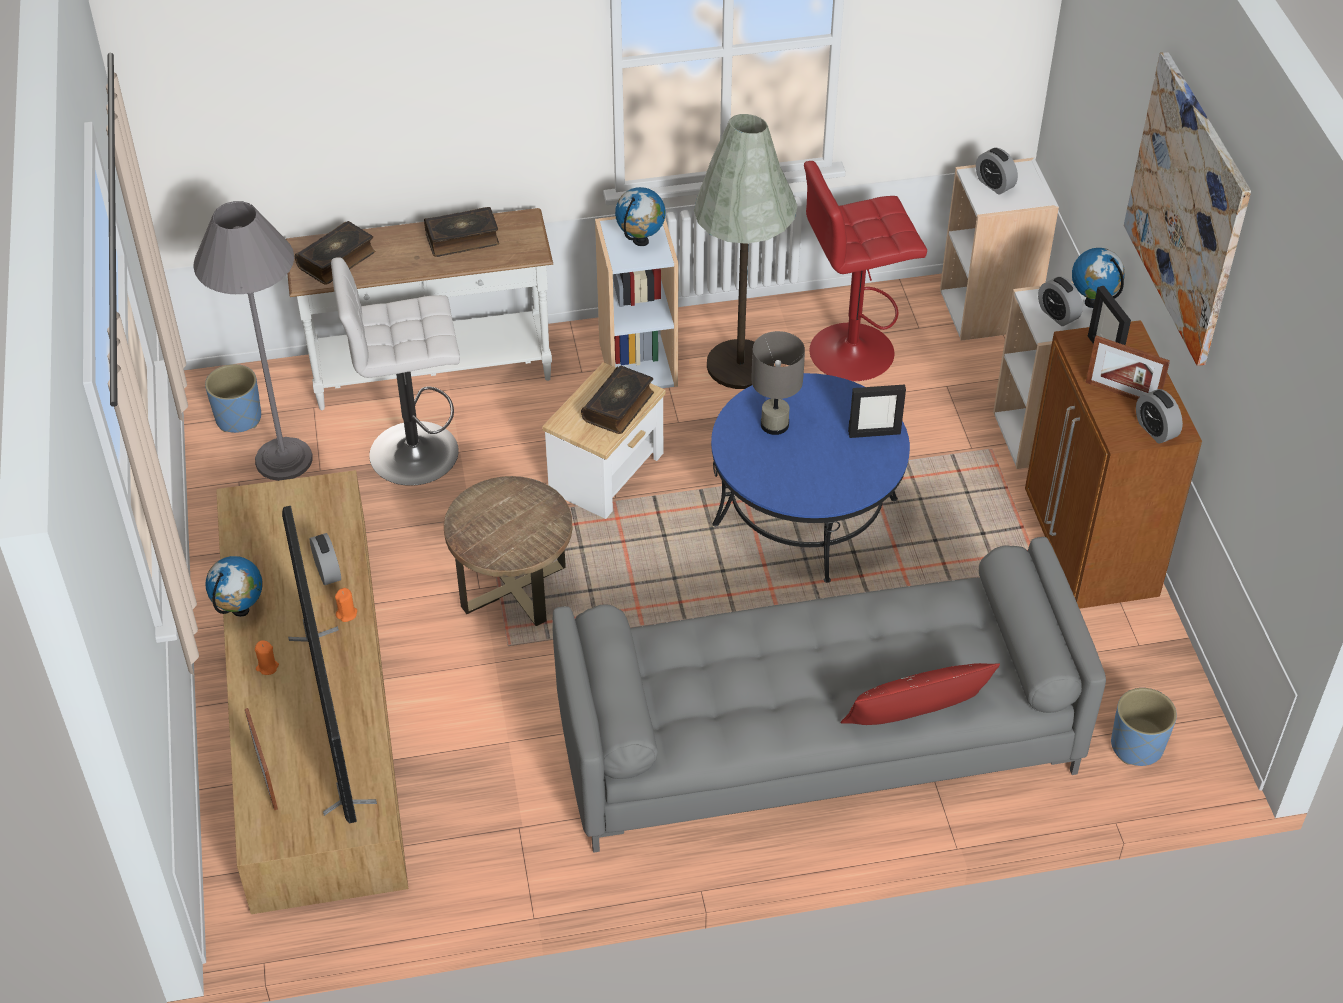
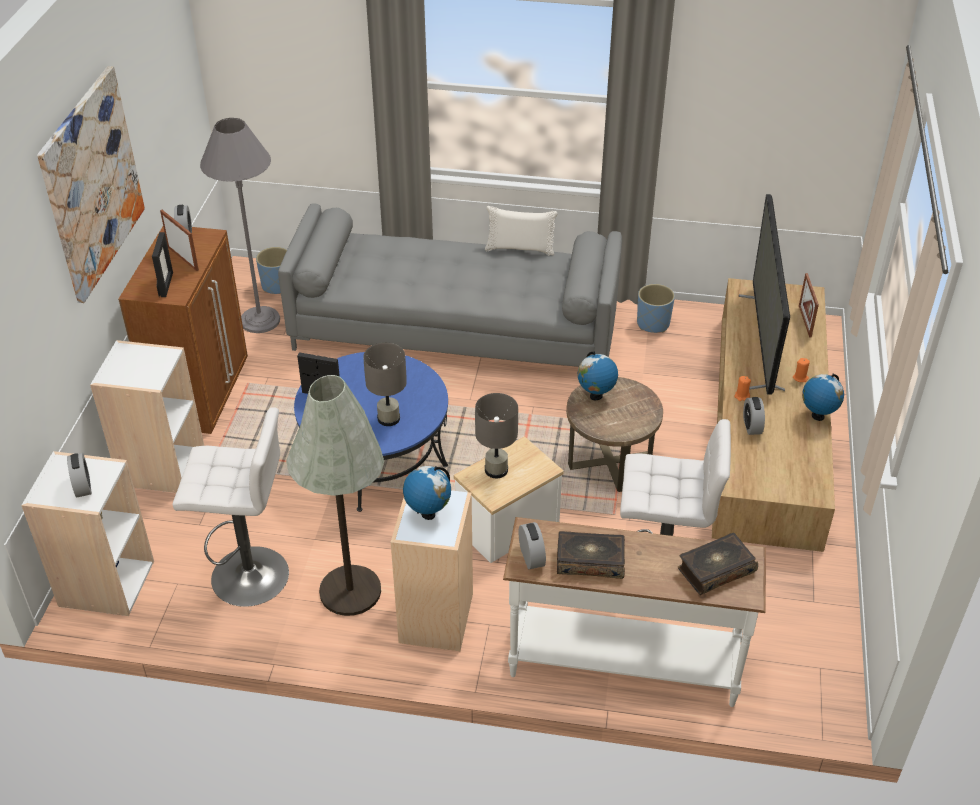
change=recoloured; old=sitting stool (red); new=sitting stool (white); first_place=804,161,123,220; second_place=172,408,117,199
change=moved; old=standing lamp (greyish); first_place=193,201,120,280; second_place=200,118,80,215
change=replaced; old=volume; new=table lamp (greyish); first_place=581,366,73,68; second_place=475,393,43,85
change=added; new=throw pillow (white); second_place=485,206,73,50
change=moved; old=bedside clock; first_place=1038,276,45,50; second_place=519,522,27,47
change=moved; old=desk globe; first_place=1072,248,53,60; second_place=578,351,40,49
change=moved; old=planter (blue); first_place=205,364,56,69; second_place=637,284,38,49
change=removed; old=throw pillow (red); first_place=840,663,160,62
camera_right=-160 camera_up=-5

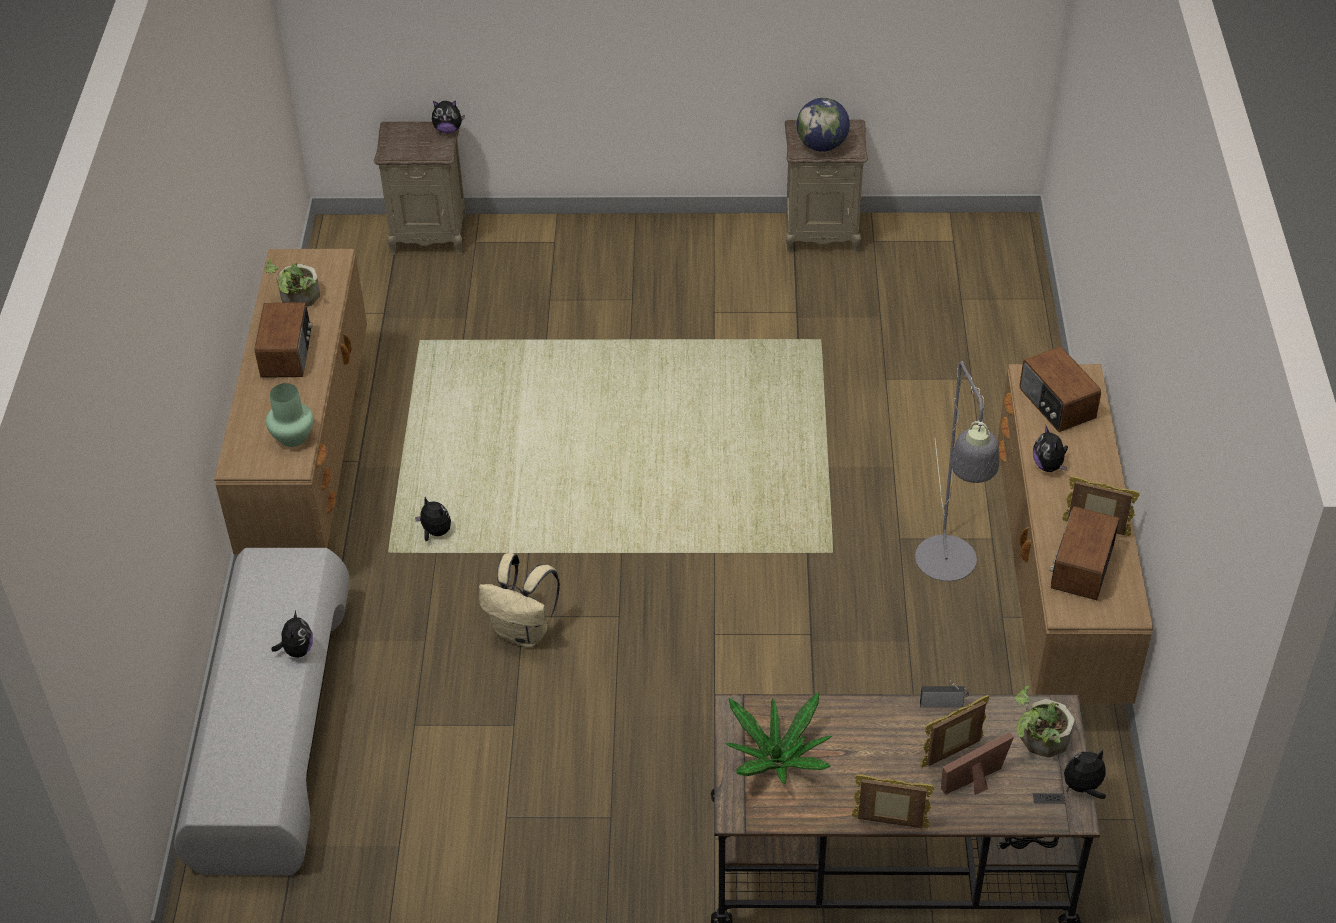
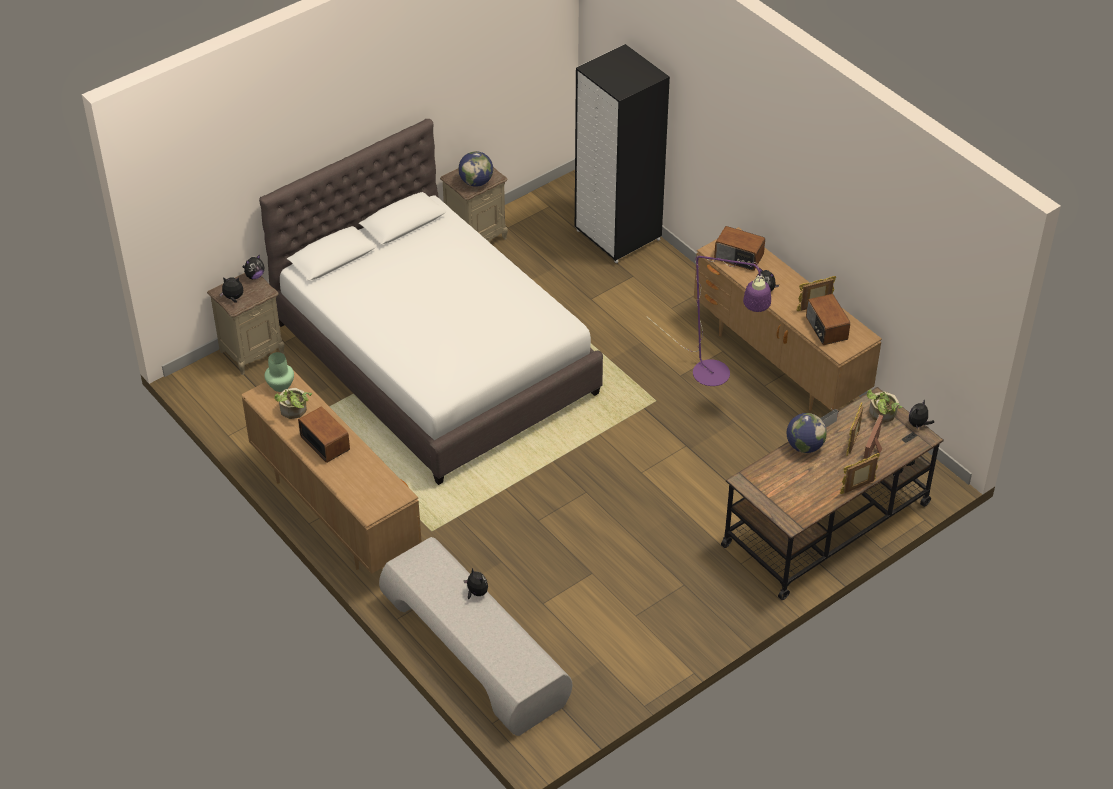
change=moved; old=plush toy; first_place=415,497,36,44; second_place=220,277,23,26
change=added; new=sleeping bed (white); second_place=259,119,344,366
change=moved; old=vase (greenish); first_place=266,383,47,64; second_place=265,352,29,40
change=added; new=clothes cupboard; second_place=575,44,95,219
change=recoloured; old=standing lamp (greyish); new=standing lamp (purple); first_place=915,361,84,220; second_place=646,256,125,130
change=added; new=desk globe; second_place=787,413,40,40
change=removed; old=knapsack (sand-coloured); first_place=479,553,81,94
change=removed; old=plant in a pot; first_place=726,692,105,92
camera_right=-40 camera_up=0

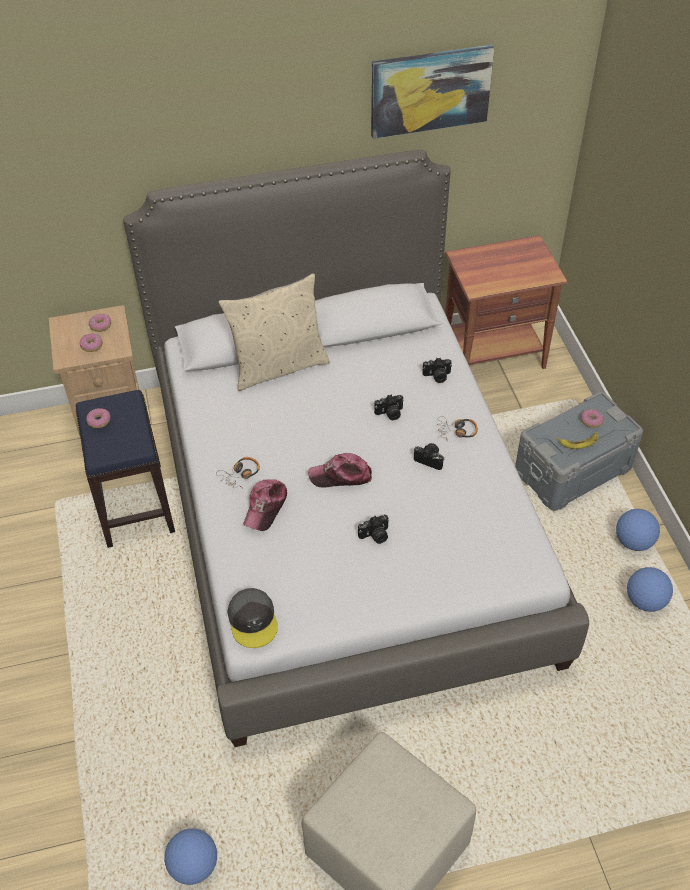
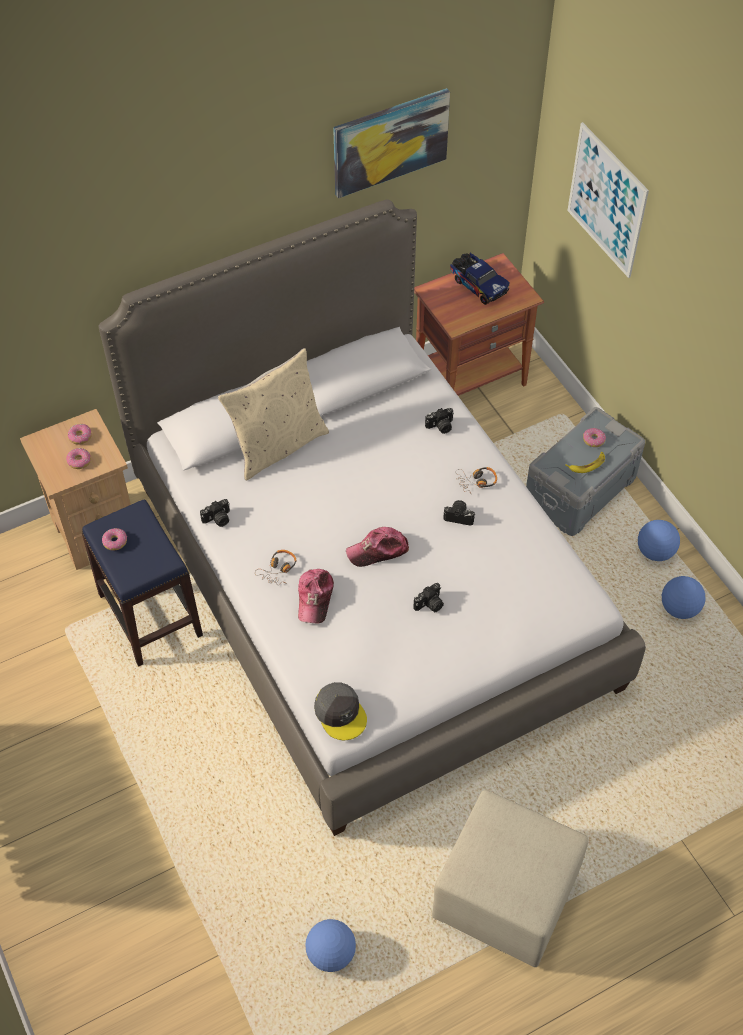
change=moved; old=photo camera; first_place=374,394,30,26; second_place=200,499,30,28
change=added; new=toy truck; second_place=450,253,59,52
change=added; new=wall art; second_place=567,122,82,156
camera_right=-15 camera_up=5

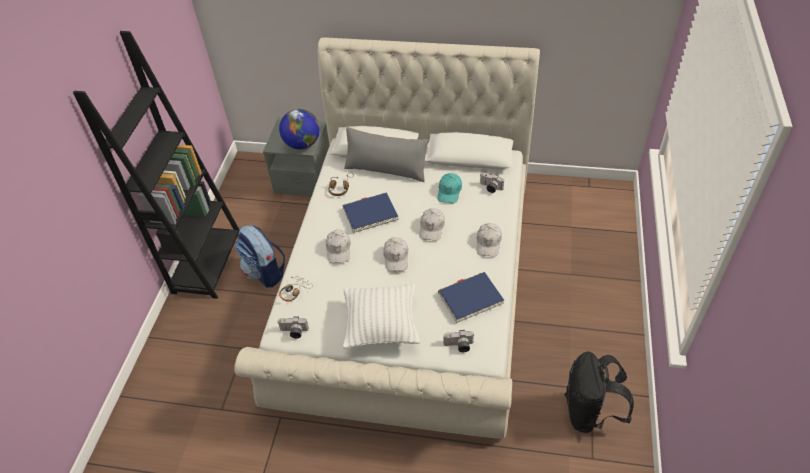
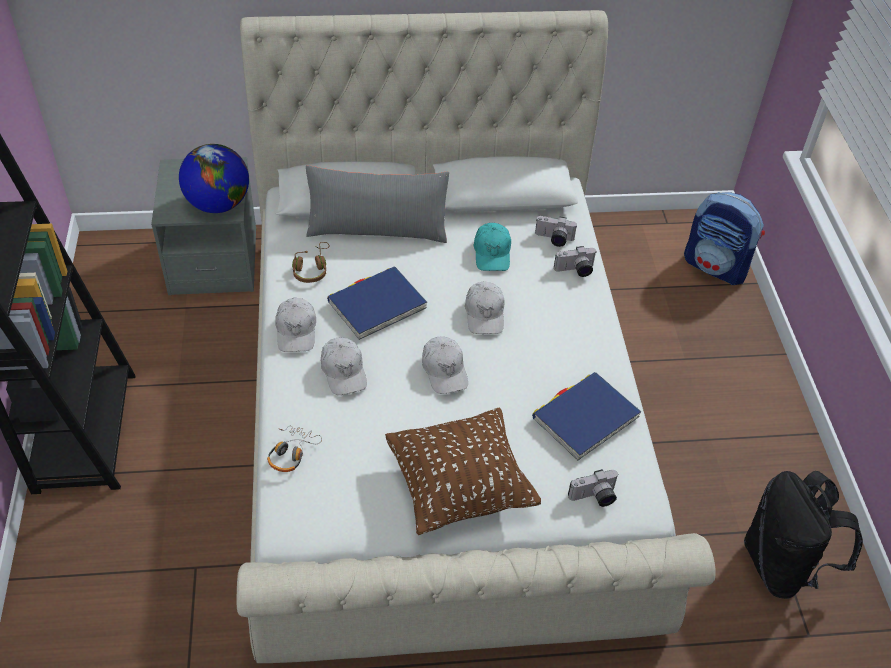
change=moved; old=peaked cap (white); first_place=477,223,25,33; second_place=275,298,41,54
change=recoloured; old=throw pillow (white); new=throw pillow (brown); first_place=342,284,78,65; second_place=385,407,156,128
change=moved; old=photo camera; first_place=277,317,32,21; second_place=554,246,43,31
change=moved; old=knapsack; first_place=235,225,50,63; second_place=684,192,81,93
camera_right=-20 camera_up=0

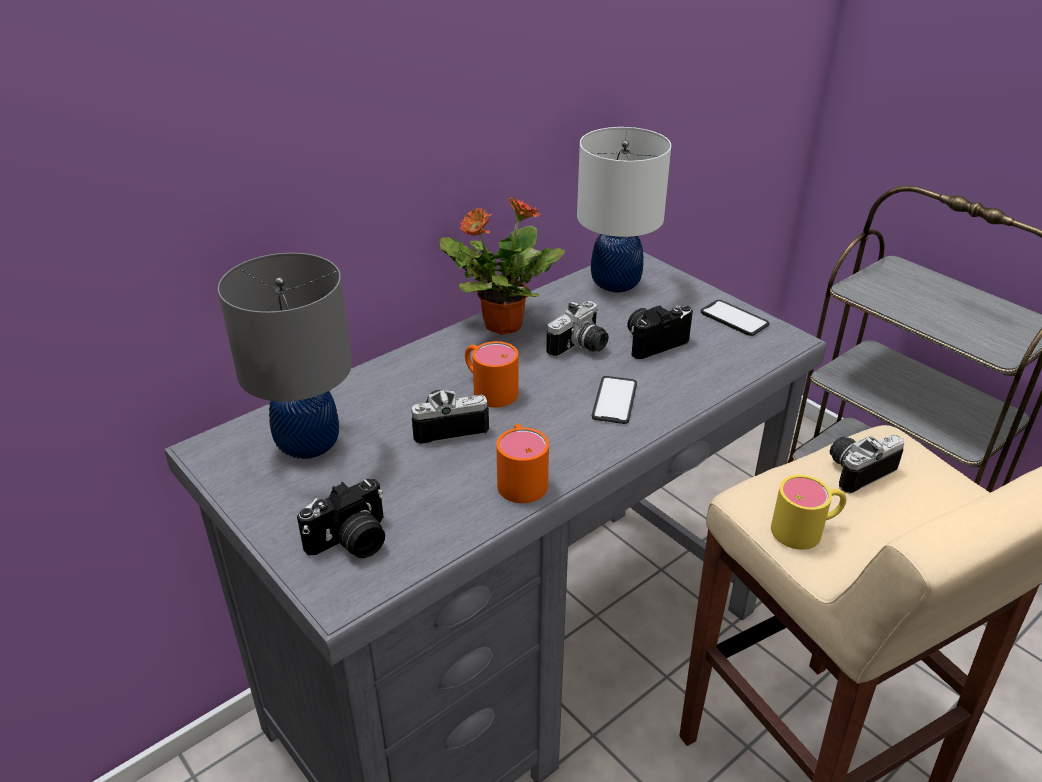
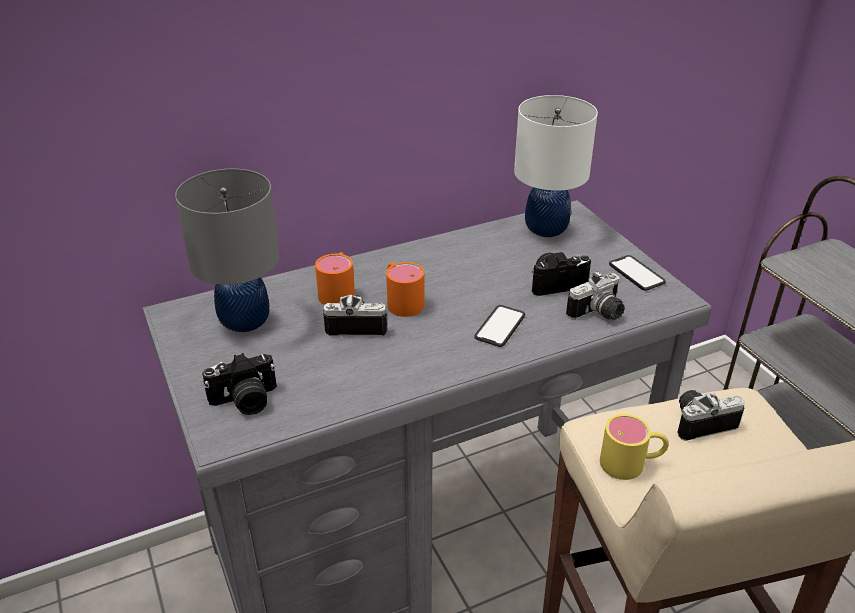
change=moved; old=coffee mug (orange-coloured); first_place=496,424,53,79; second_place=315,252,40,53
change=moved; old=photo camera; first_place=546,301,63,57; second_place=566,271,59,49
change=removed; old=plant in a pot; first_place=439,196,126,139
camera_right=15 camera_up=0

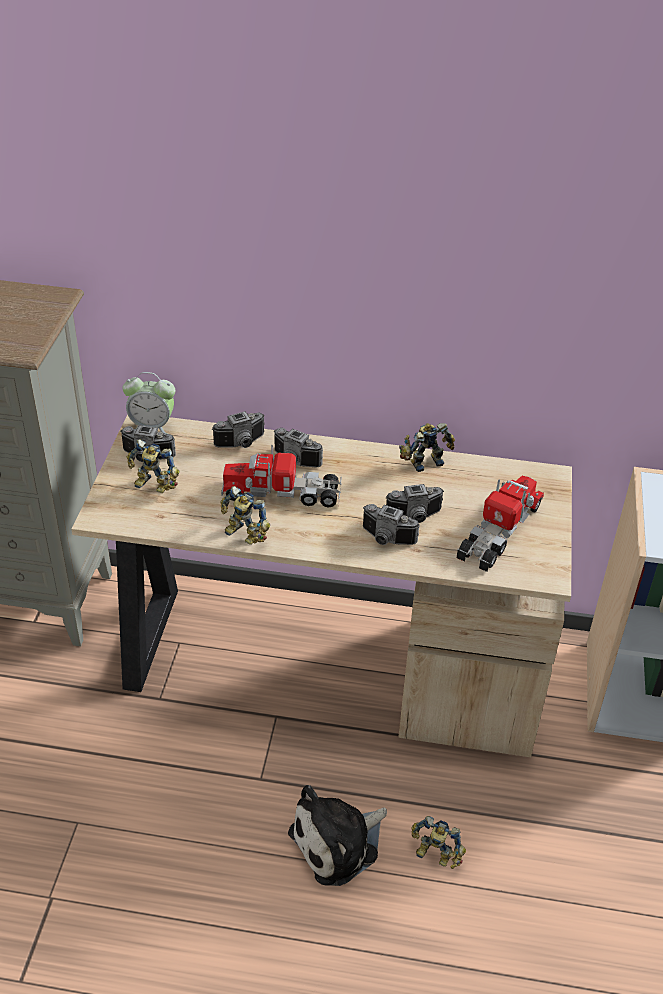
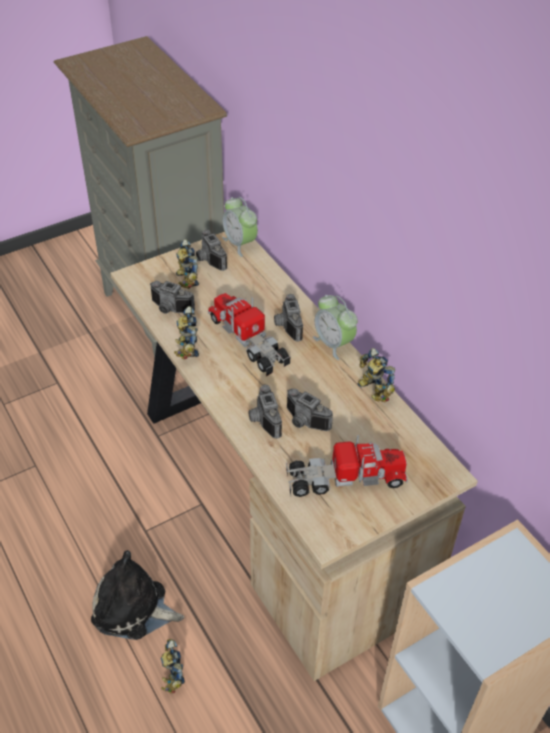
change=moved; old=photo camera; first_place=212,411,53,37; second_place=150,281,45,33
change=added; new=bedside clock; second_place=313,295,45,65
change=turned; old=model robot; first_place=399,423,56,49; second_place=358,348,37,55; degrees=-150
camera_right=50 camera_up=5

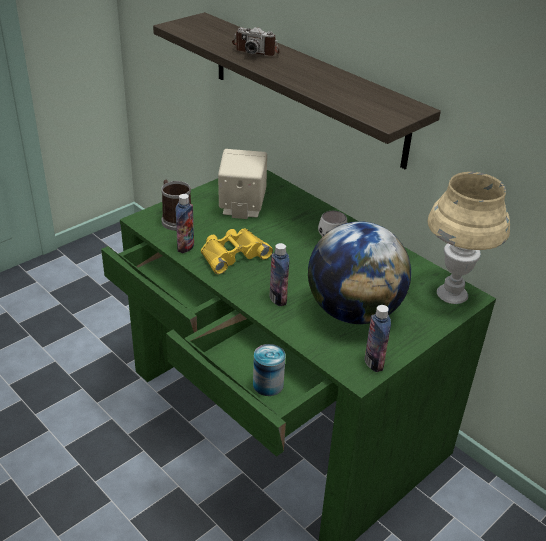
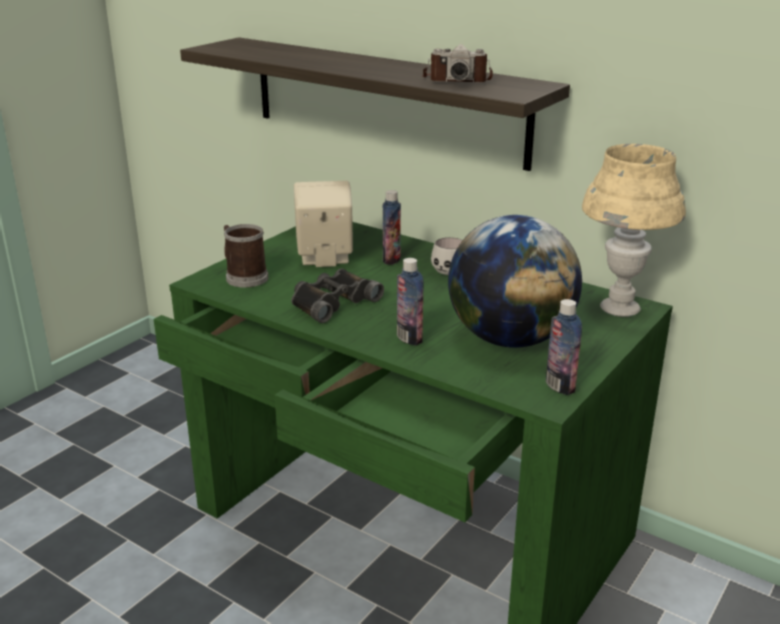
change=recoloured; old=field glasses (yellowish); new=field glasses (blackish); first_place=201,229,72,45; second_place=291,268,93,55
change=moved; old=beverage bottle; first_place=176,194,18,59; second_place=383,190,18,75
change=moved; old=photo camera; first_place=232,27,47,29; second_place=422,44,71,38
change=removed; old=sealed can; first_place=253,344,33,52
camera_right=-10 camera_up=-10

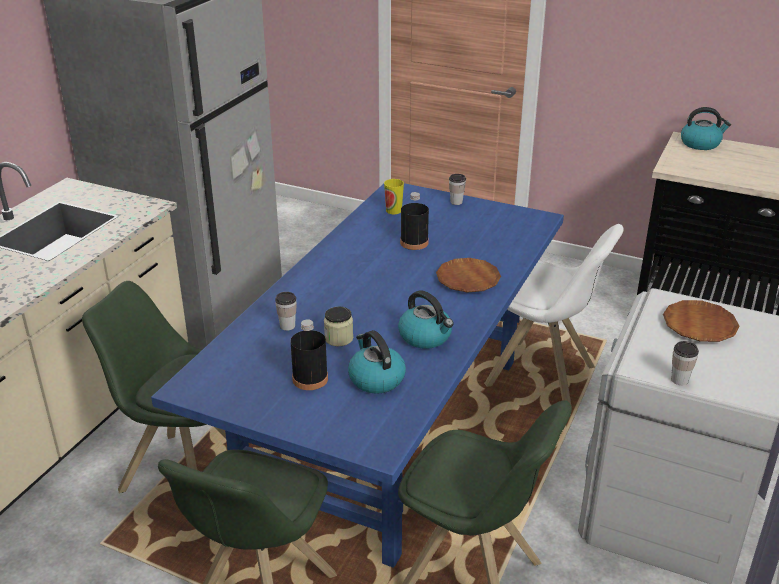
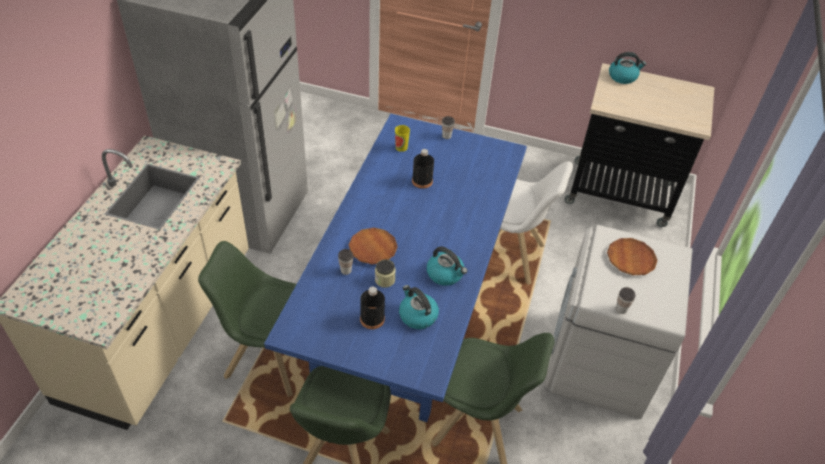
change=moved; old=dinner plate (brown); first_place=436,258,65,34; second_place=349,228,49,37
camera_right=-10 camera_up=15

